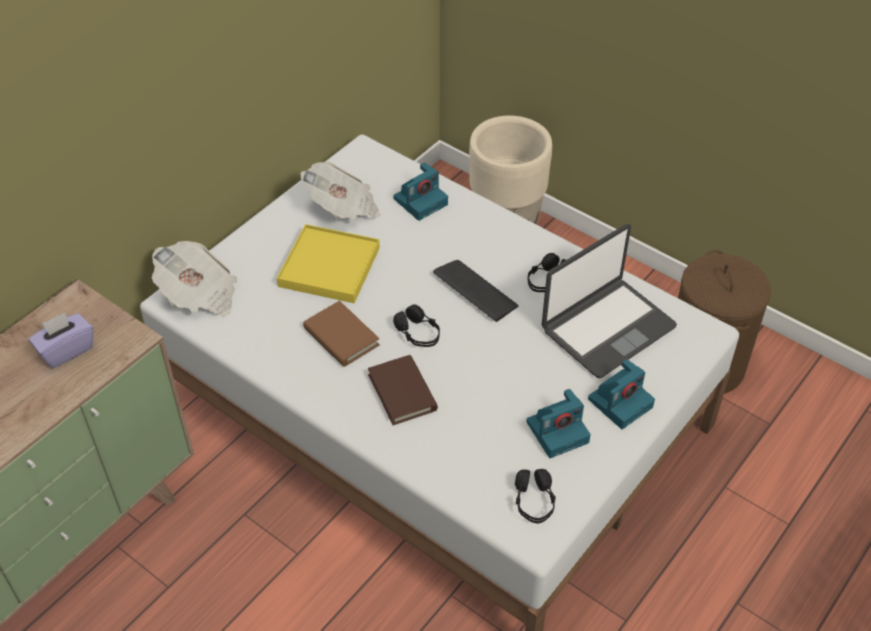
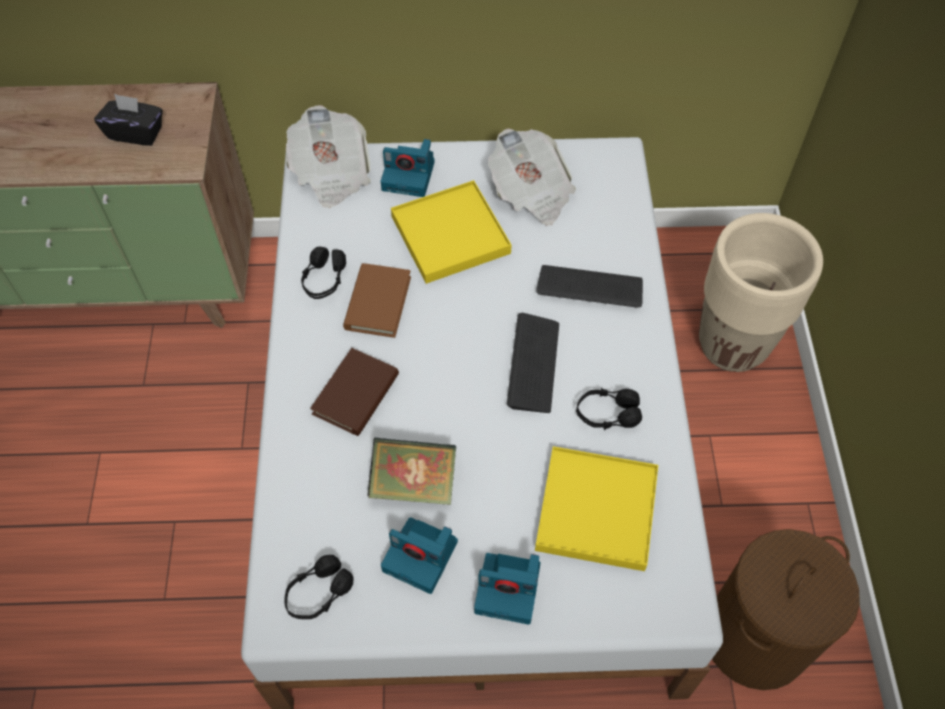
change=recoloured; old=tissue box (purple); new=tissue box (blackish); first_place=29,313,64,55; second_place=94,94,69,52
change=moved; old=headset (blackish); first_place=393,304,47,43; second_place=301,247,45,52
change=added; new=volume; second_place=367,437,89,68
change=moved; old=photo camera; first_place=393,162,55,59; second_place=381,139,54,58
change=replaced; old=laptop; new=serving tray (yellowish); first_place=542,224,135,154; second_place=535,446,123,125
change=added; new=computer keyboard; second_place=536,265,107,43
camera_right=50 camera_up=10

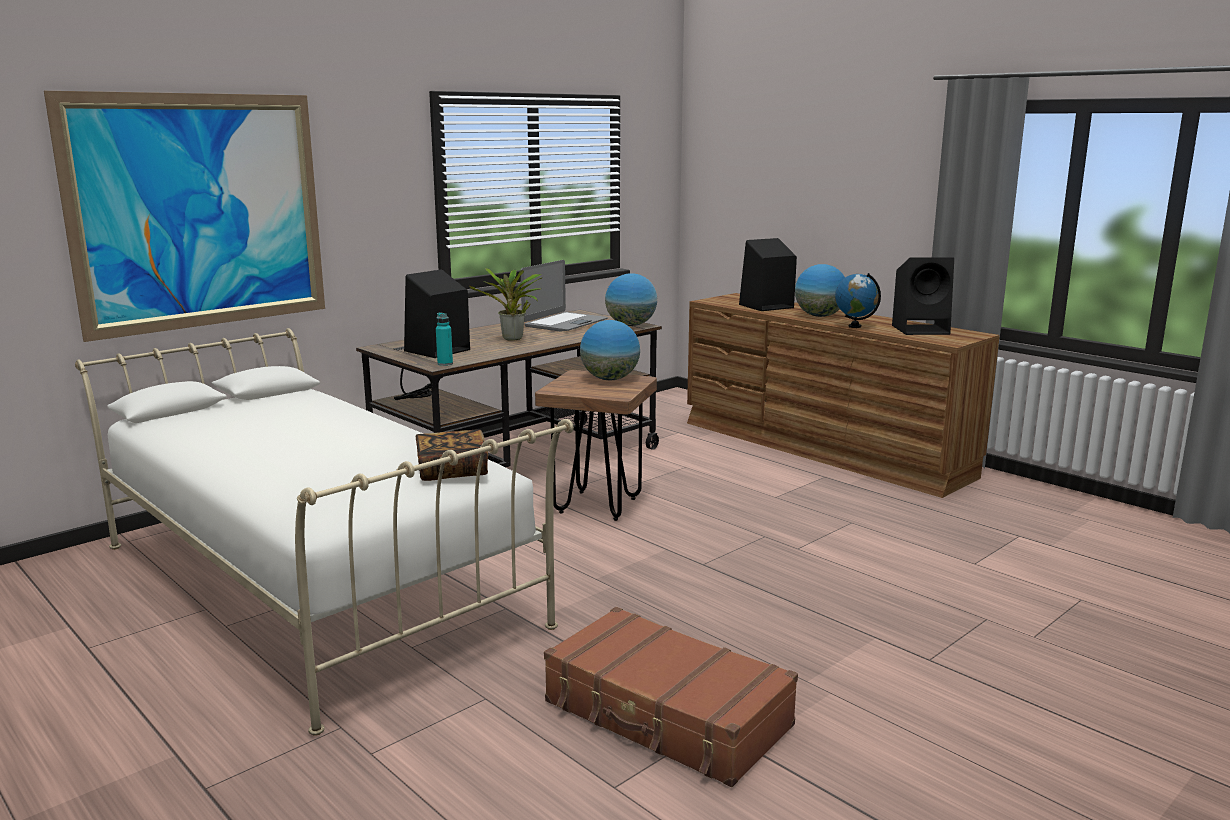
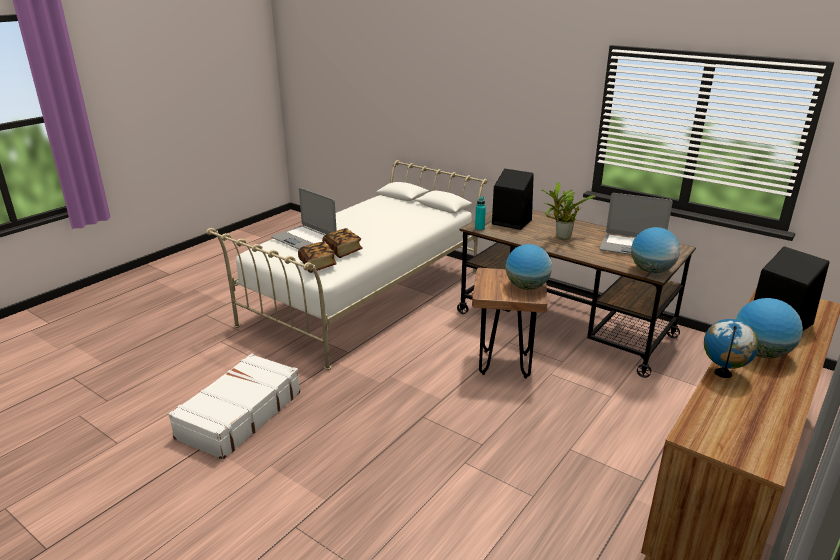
change=recoloured; old=piece of luggage (brown); new=piece of luggage (white); first_place=544,607,254,180; second_place=168,353,132,107
change=added; new=laptop; second_place=271,188,66,61
change=added; new=volume; second_place=322,228,41,30
change=removed; old=wall art; first_place=44,91,281,251
change=removed; old=loudspeaker (blackish); first_place=892,257,62,78
camera_right=80 camera_up=10

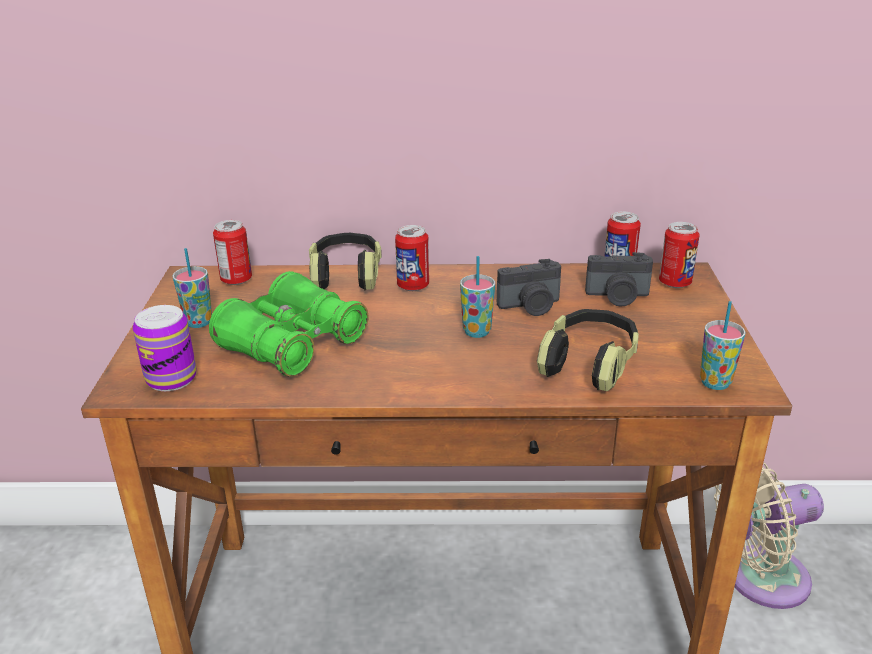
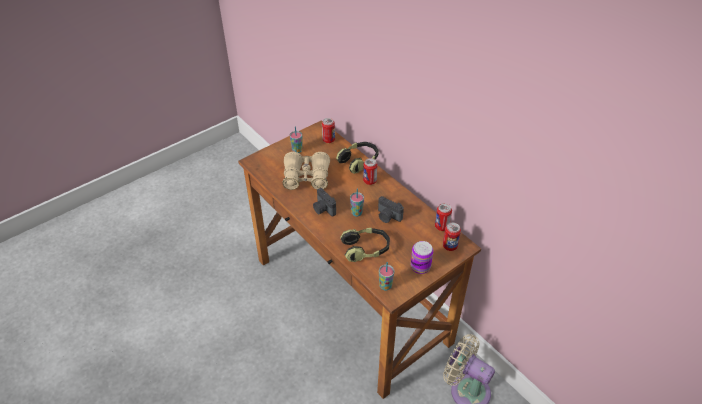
change=recoloured; old=field glasses (greenish); new=field glasses (sand-coloured); first_place=209,271,159,106; second_place=282,152,48,38
change=moved; old=photo camera; first_place=585,252,68,55; second_place=313,188,23,28
change=moved; old=sealed can; first_place=133,305,63,86; second_place=411,241,22,33
camera_right=50 camera_up=15

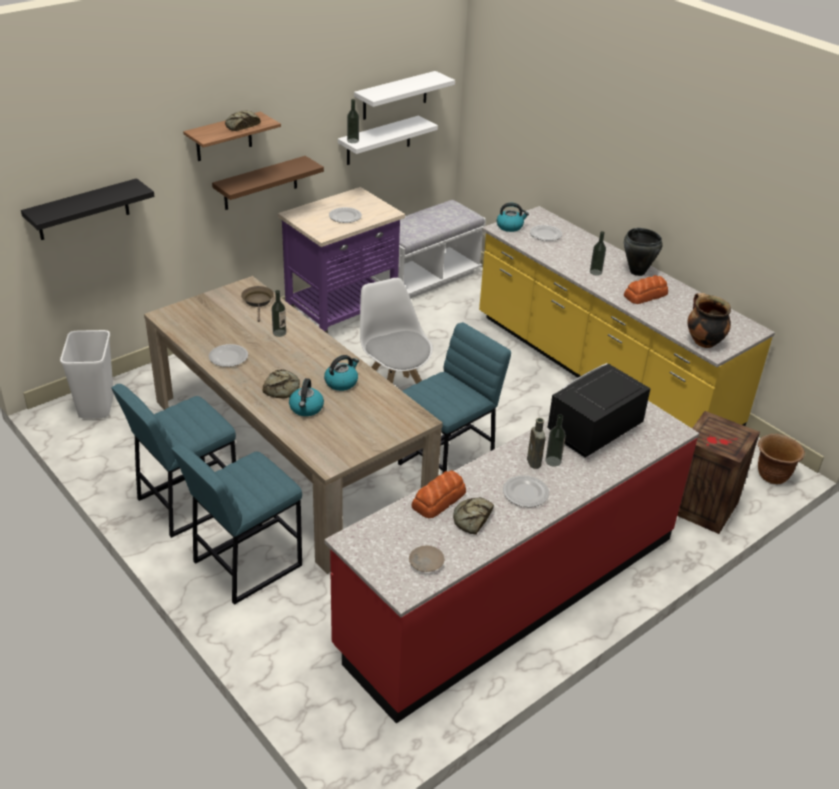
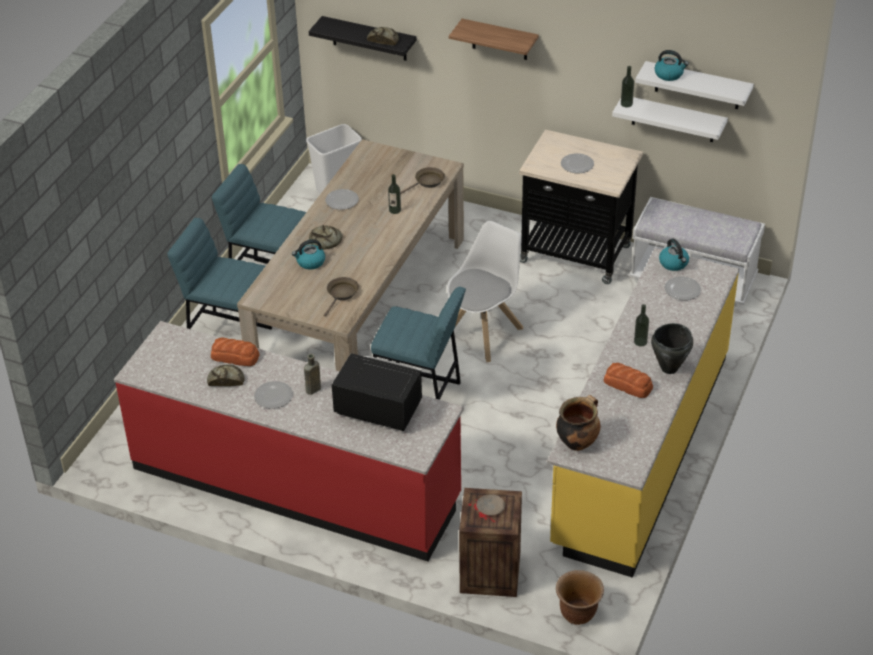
change=added; new=skillet (brown); second_place=324,277,35,40
change=moved; old=baked bread; first_place=225,110,36,21; second_place=367,27,32,18
change=moved; old=dinner plate (sand-coloured); first_place=409,546,36,26; second_place=476,494,29,21
change=recoloured; old=cart (purple); new=cart (blackish); first_place=278,187,127,146; second_place=519,129,124,155
change=moved; old=kettle; first_place=324,355,35,36; second_place=655,50,34,31
change=removed; old=bracket shelf (brown); first_place=212,156,112,54
change=removed; old=beverage bottle; first_place=545,414,21,53
camera_right=65 camera_up=5

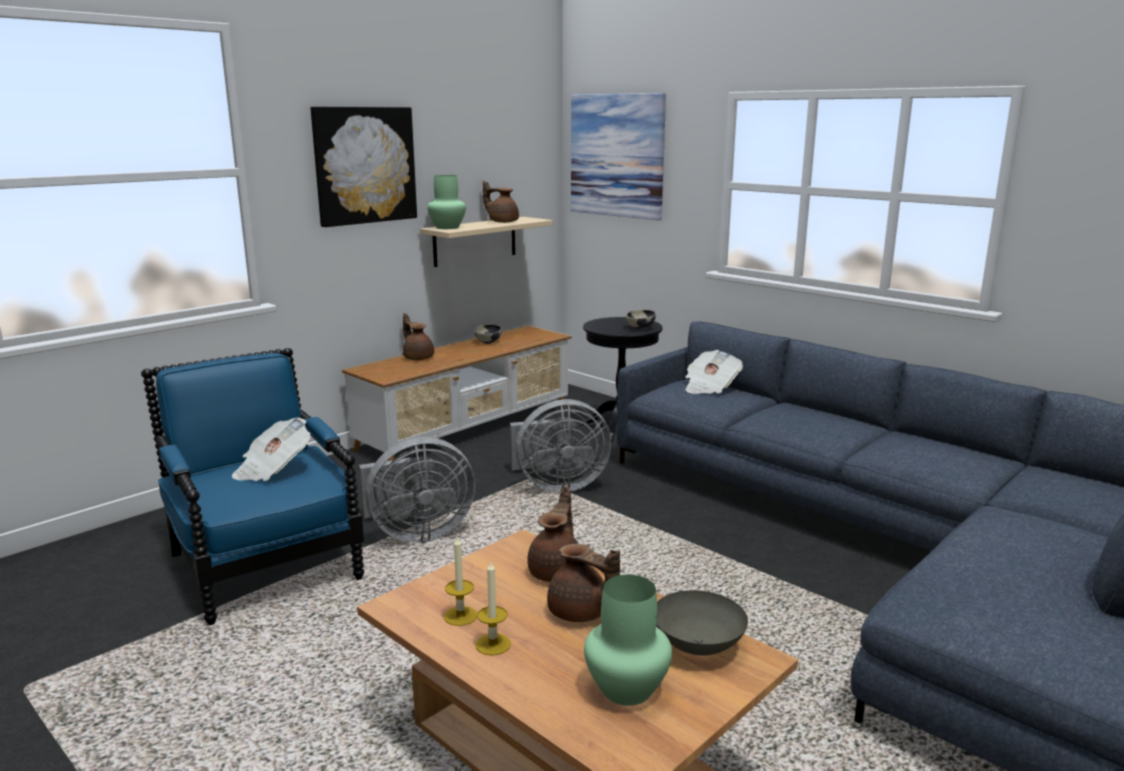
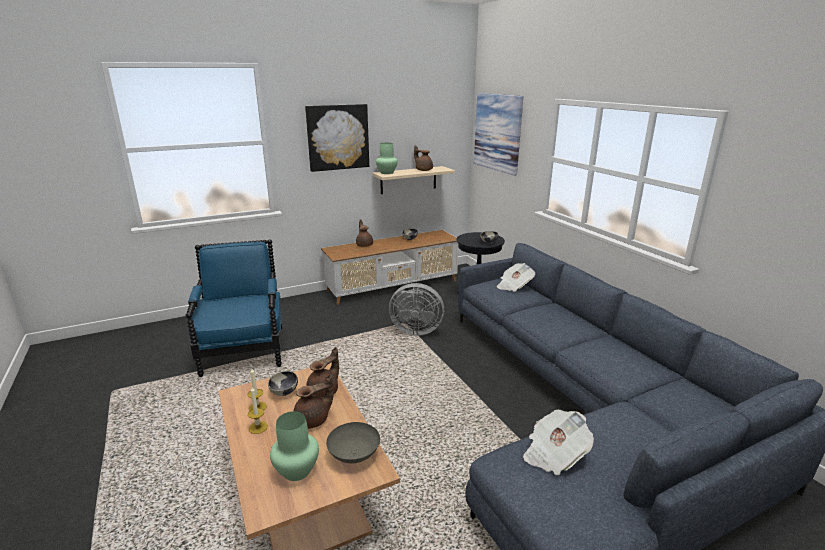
change=added; new=deep dish; second_place=268,371,30,25
change=turned; old=pot for tea (brown); first_place=547,544,73,78; second_place=294,374,39,55; degrees=-90
change=moved; old=newspaper; first_place=232,418,79,63; second_place=523,409,71,67
change=removed; old=electric fan (greyish); first_place=359,437,116,106
camera_right=20 camera_up=5

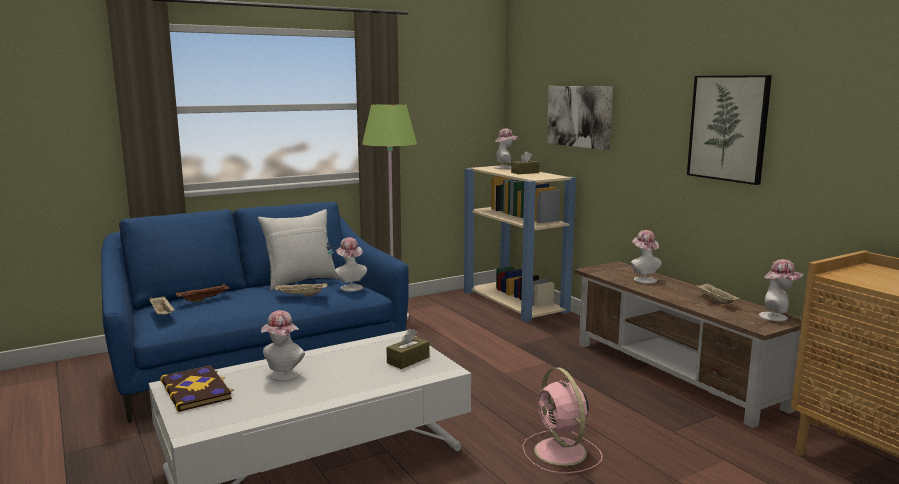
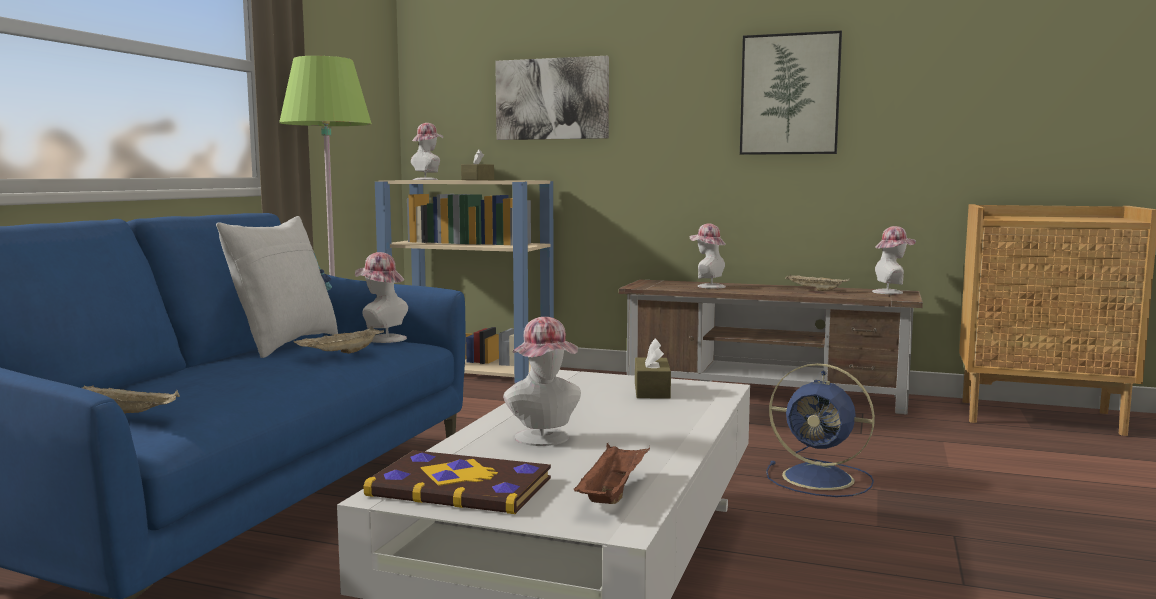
change=moved; old=serving tray (brown); first_place=175,283,57,19; second_place=573,443,77,61
change=recoloured; old=electric fan (pink-coloured); new=electric fan (blue); first_place=523,368,80,106; second_place=766,363,109,134
camera_right=-40 camera_up=-5

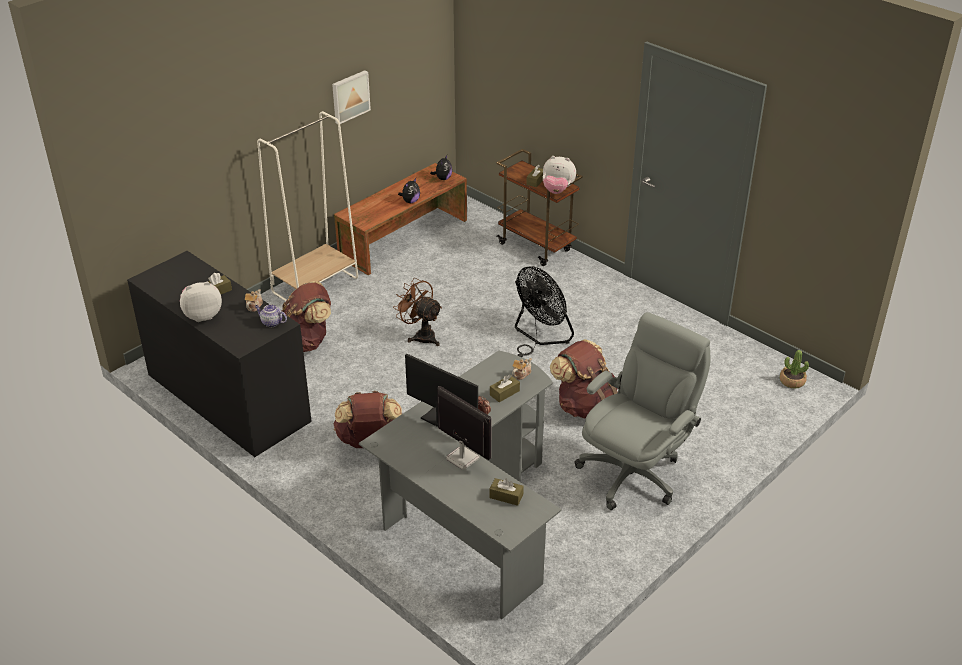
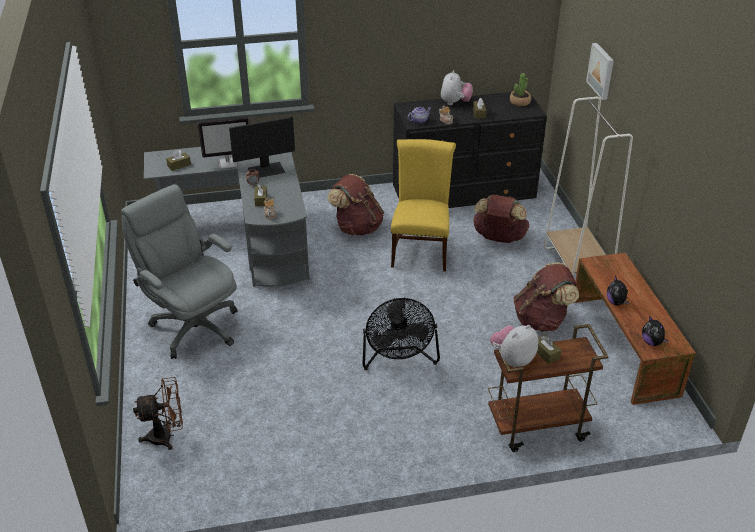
change=turned; old=office chair (greyish); first_place=575,312,135,198; second_place=121,184,117,175; degrees=150
change=moved; old=electric fan (brown); first_place=393,278,49,68; second_place=133,377,50,73
change=added; new=upright chair (yellowish); second_place=391,139,65,132
change=moved; old=plant in a pot; first_place=780,350,29,38; second_place=510,73,21,33
change=moved; old=knapsack (brown); first_place=550,339,68,80; second_place=514,262,65,70
change=moved; old=wall art; first_place=332,70,39,54; second_place=586,43,28,57
camera_right=125 camera_up=0

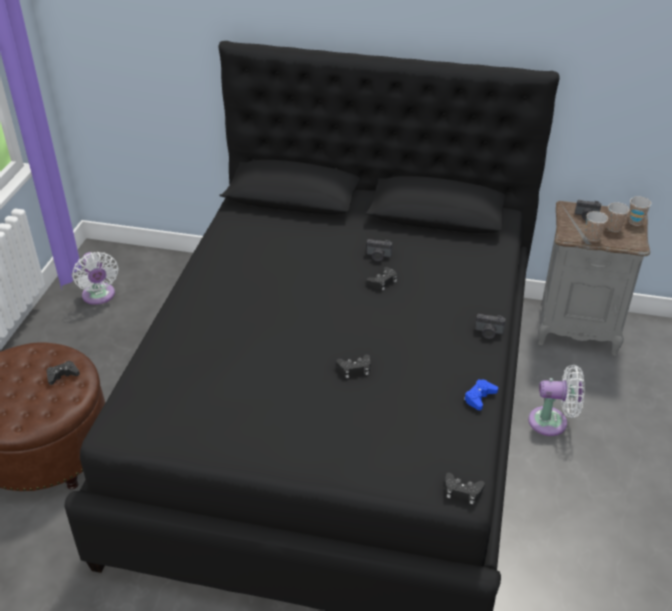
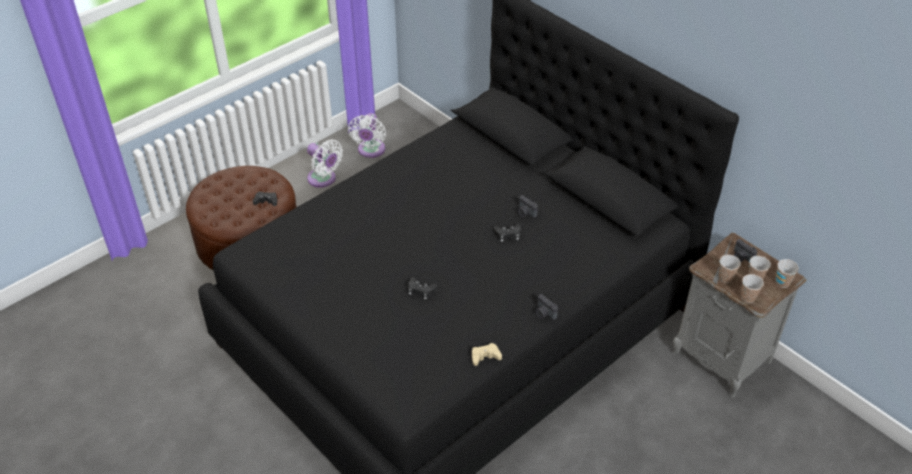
change=moved; old=electric fan (white); first_place=528,365,57,71; second_place=307,139,36,49
change=recoloured; old=game controller (blue); new=game controller (sand-coloured); first_place=464,380,34,30; second_place=472,343,30,23
change=added; new=cup; second_place=741,274,23,29
change=removed; old=game controller (blackish); first_place=445,473,40,31
camera_right=35 camera_up=5

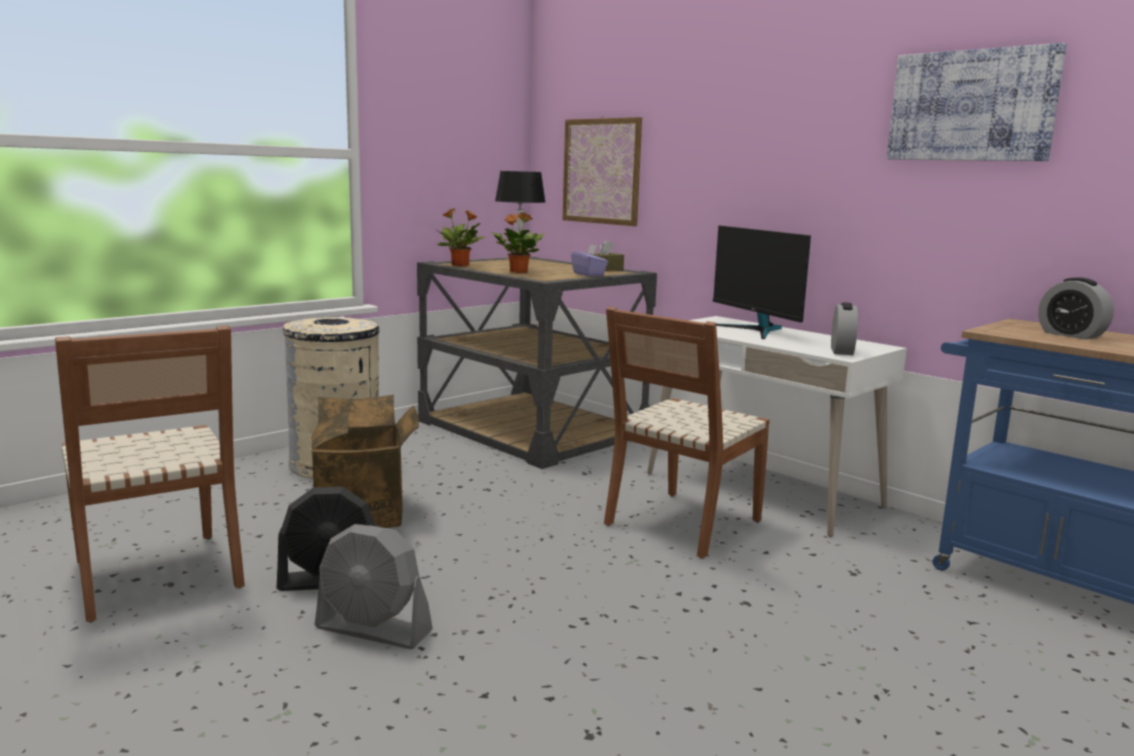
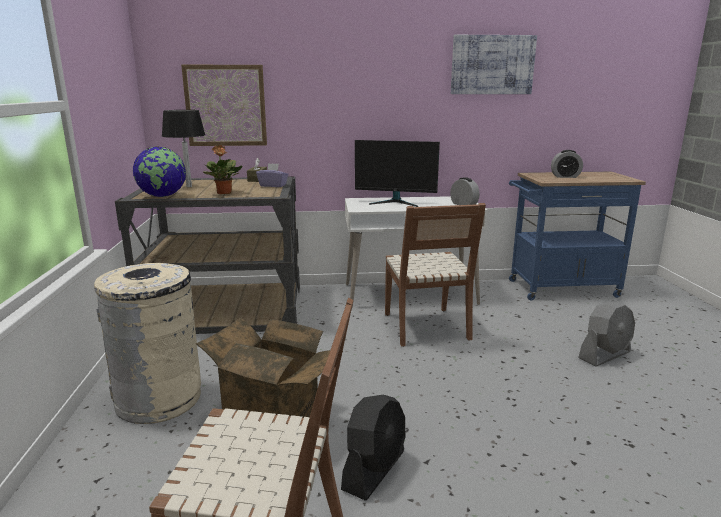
change=replaced; old=plant in a pot; new=desk globe; first_place=435,208,50,58; second_place=133,146,53,51
change=moved; old=electric fan (greyish); first_place=315,524,118,125; second_place=578,301,57,66
camera_right=-50 camera_up=5

